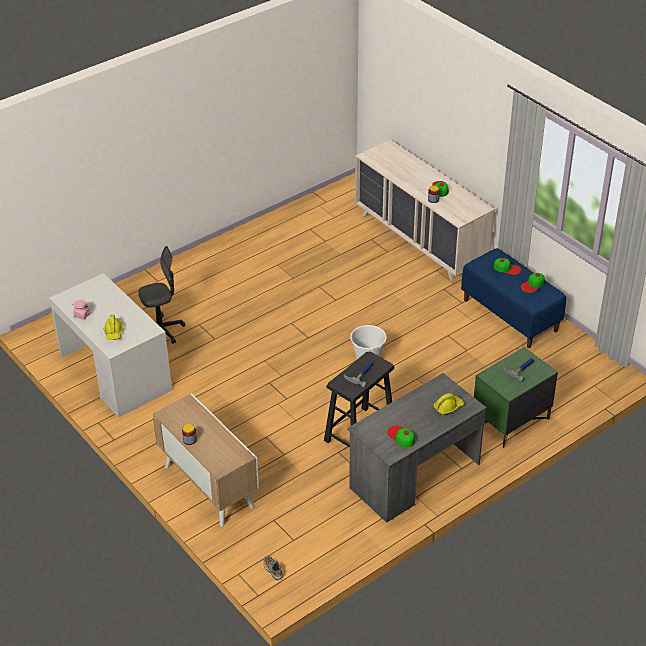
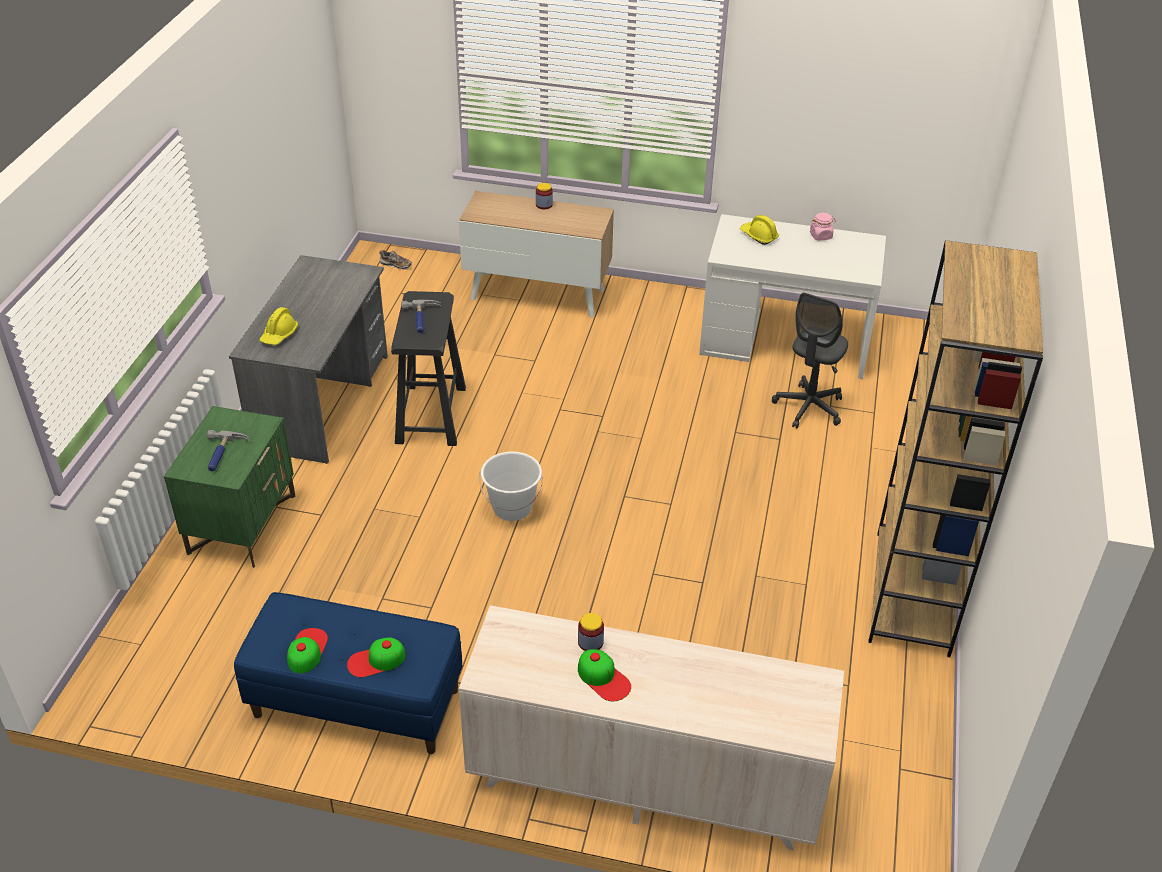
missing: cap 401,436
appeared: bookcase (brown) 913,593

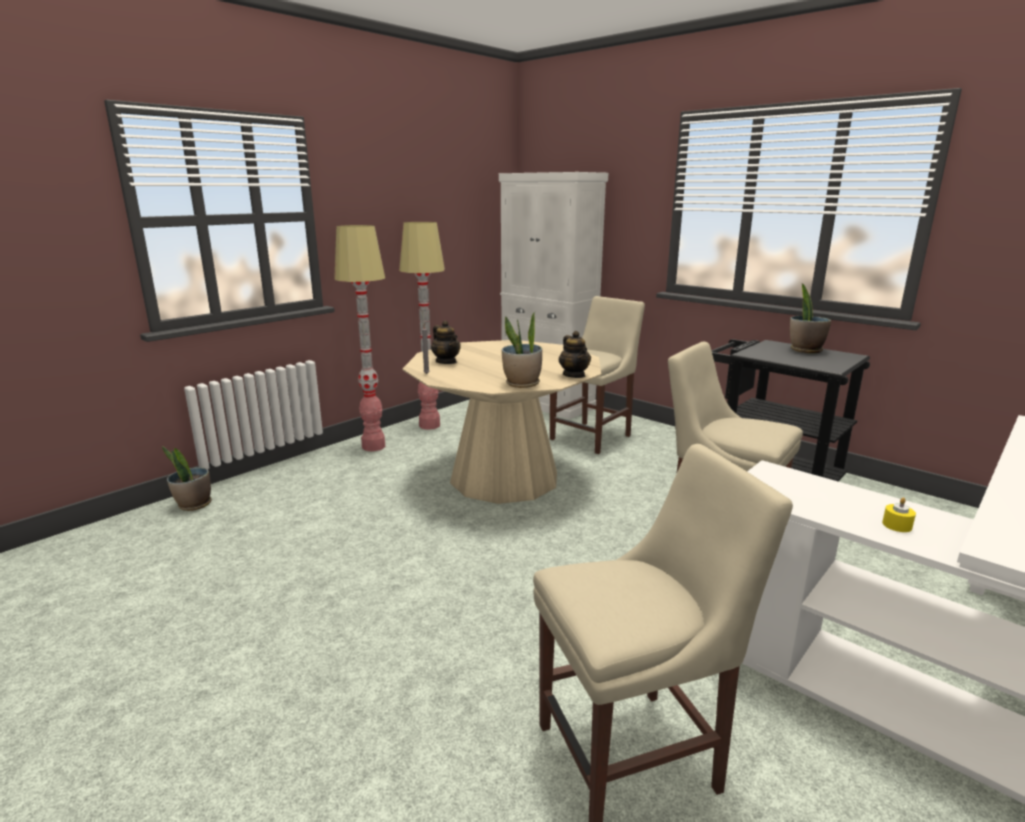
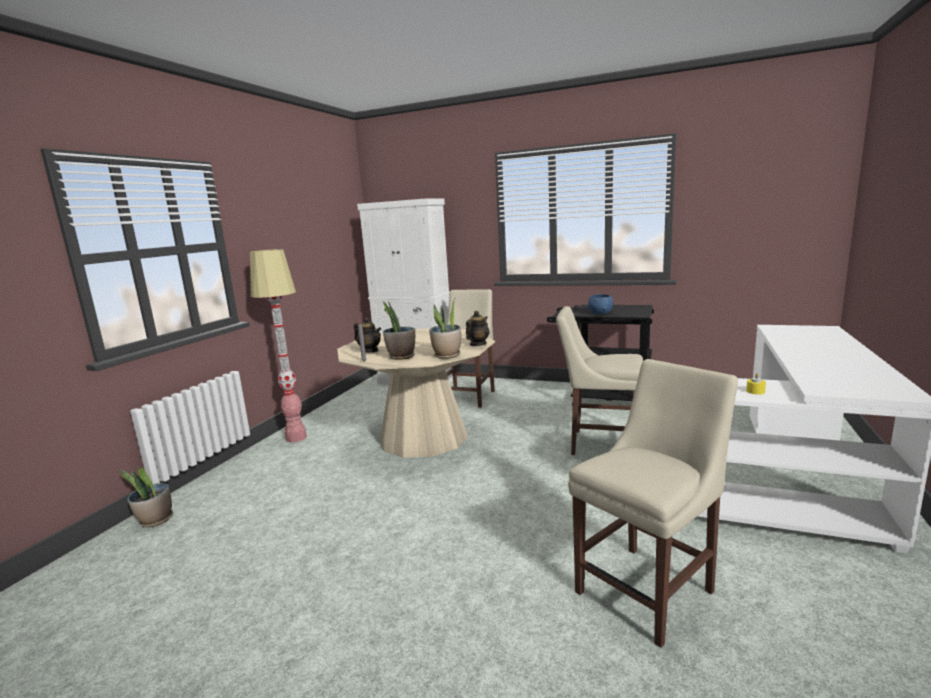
missing: floor lamp 429,425
appeared: bowl (blue) 600,313
relocated: potted plant 805,350 to 401,357
spun: teapot 574,375 = 477,344 105 degrees counterclockwise

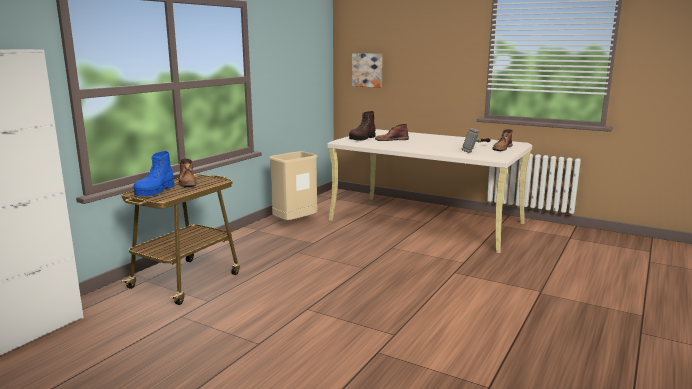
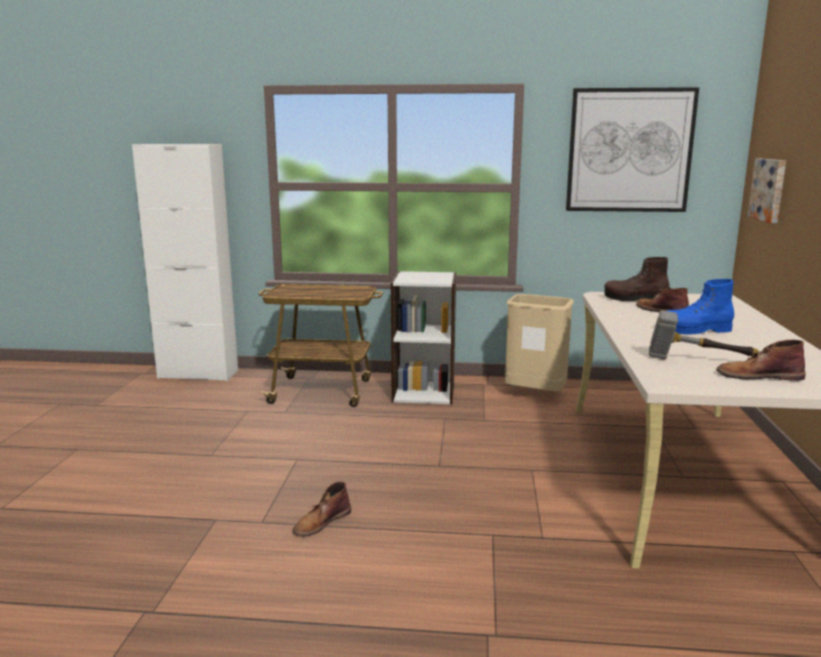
appeared: picture 629,151; bookcase (white) 424,392
relocated: boot (blue) 155,191 to 695,331; boot (brown) 187,182 to 321,522

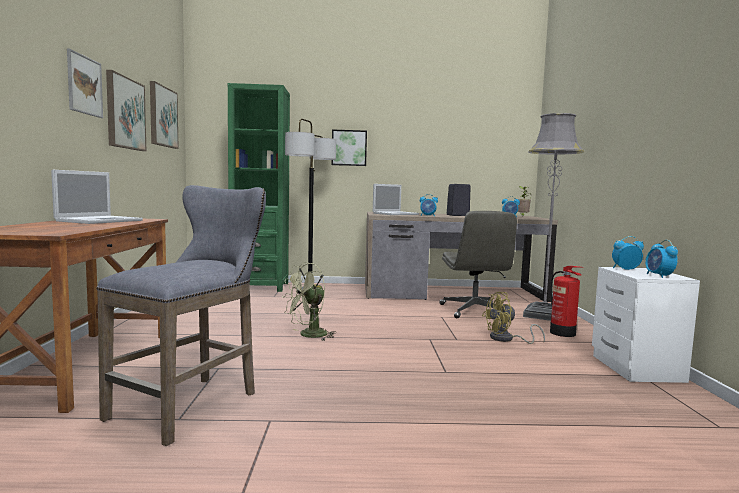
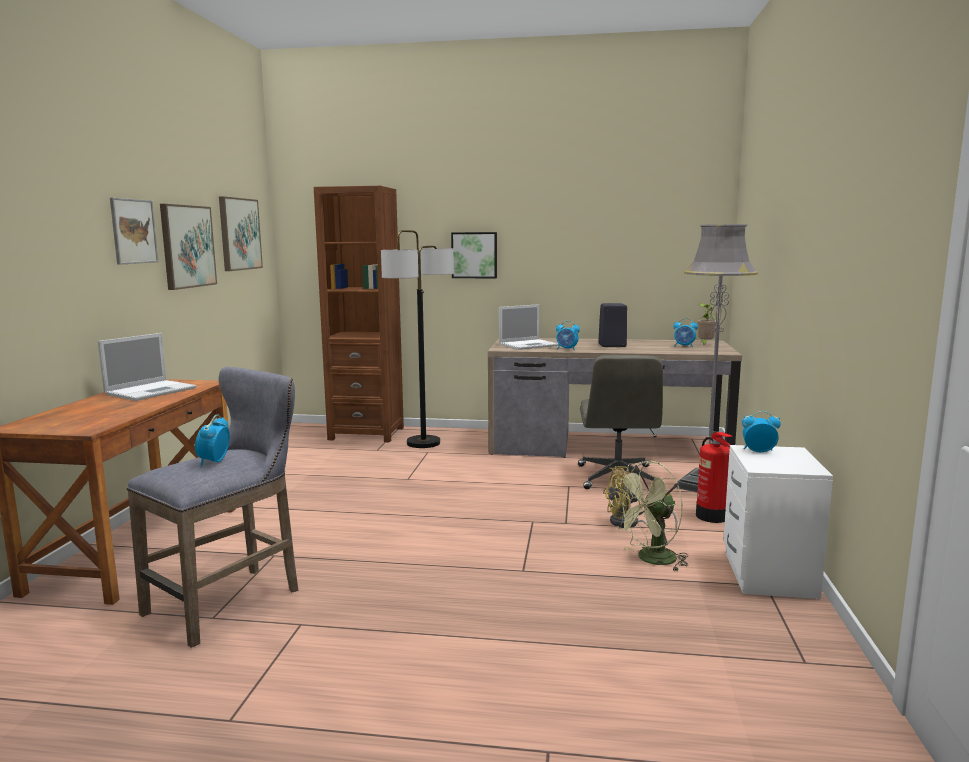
relocated: alarm clock 659,276 to 214,462; fan (green) 308,335 to 651,560
colour: bookcase (green) 260,286 to bookcase (brown) 366,433

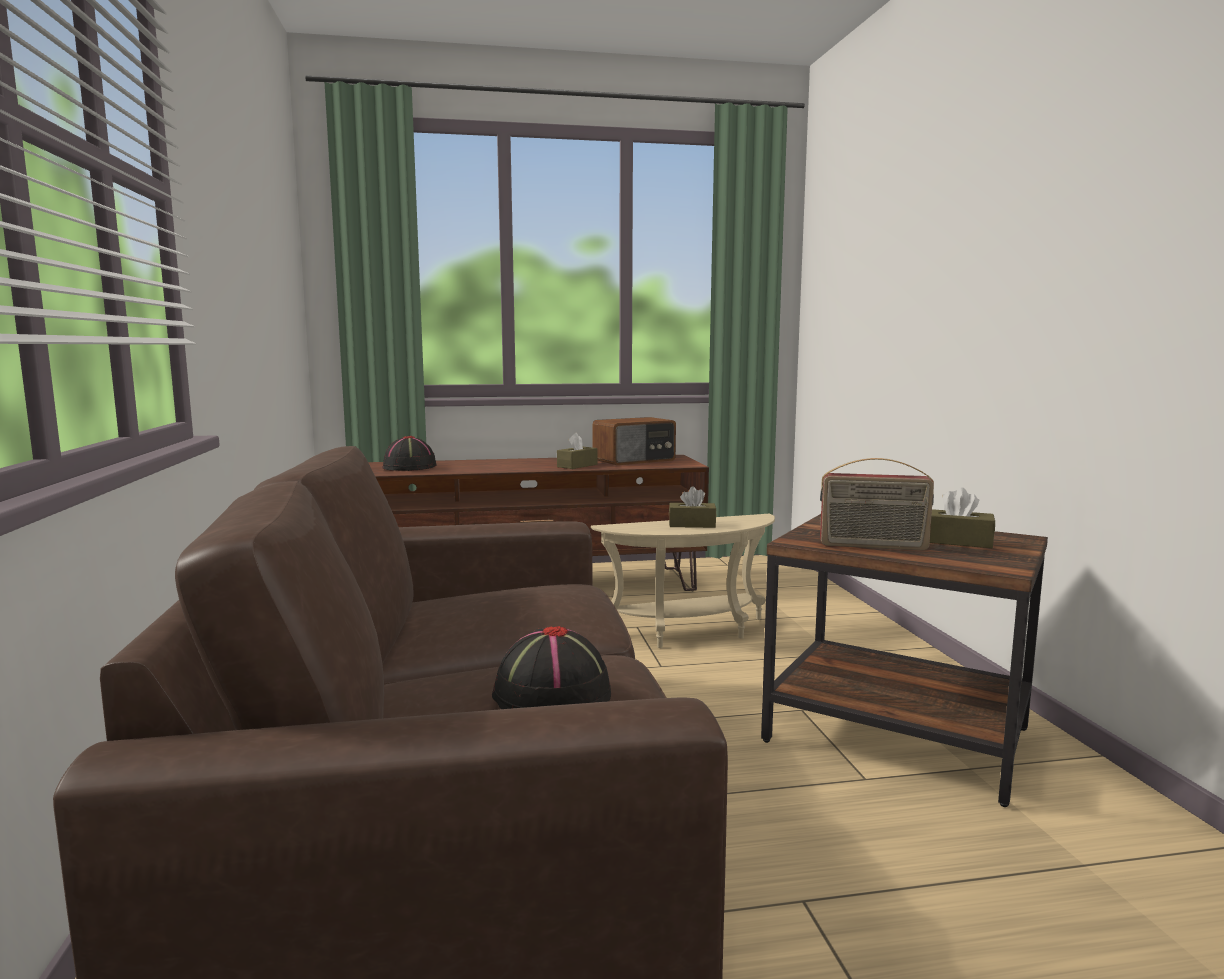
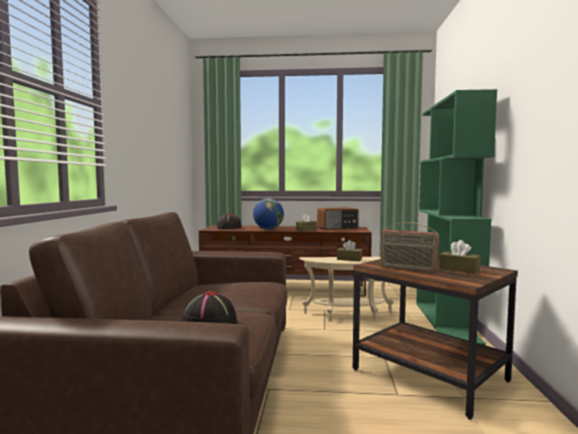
appeared: bookcase (green) 446,322; globe 268,229

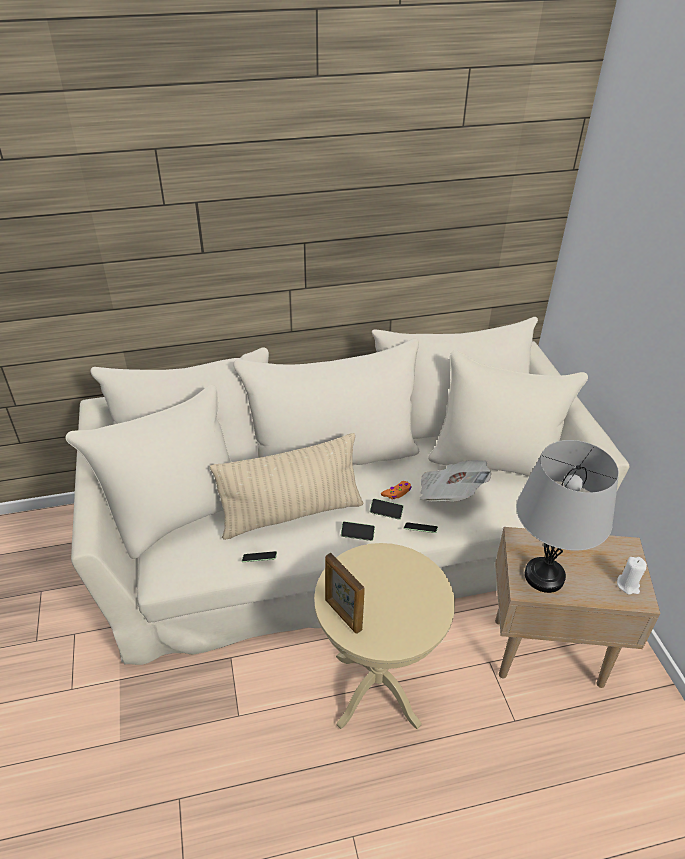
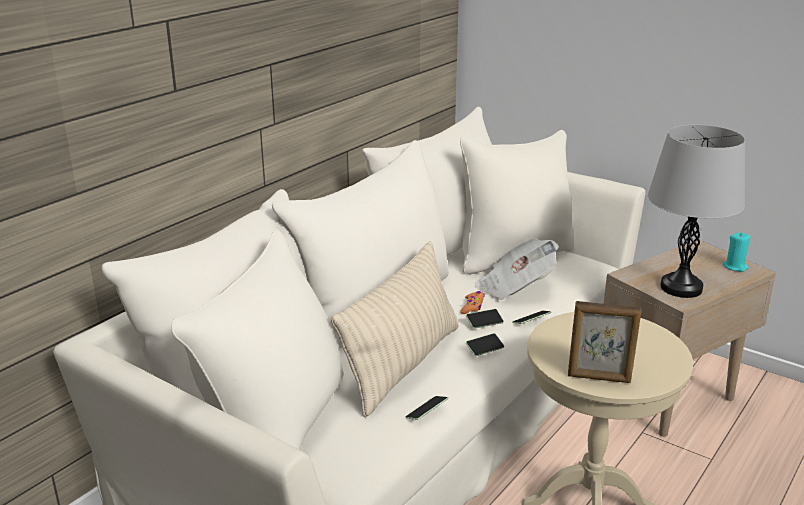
colour: candle (white) 628,585 to candle (turquoise) 735,267

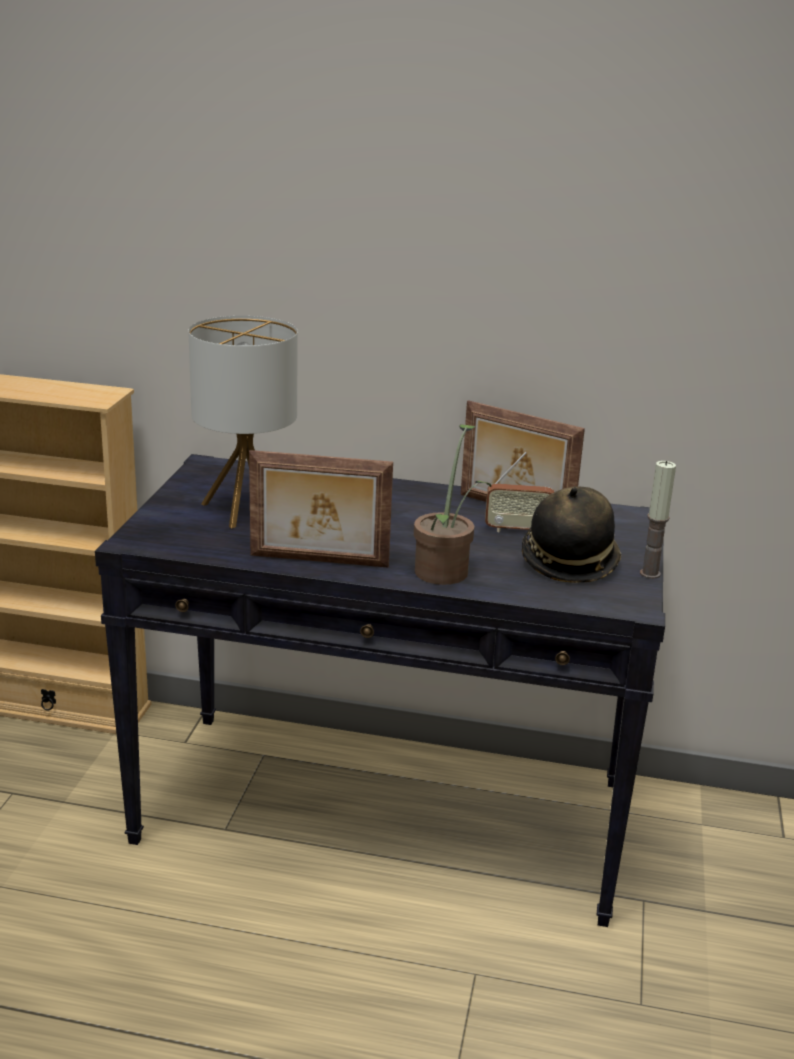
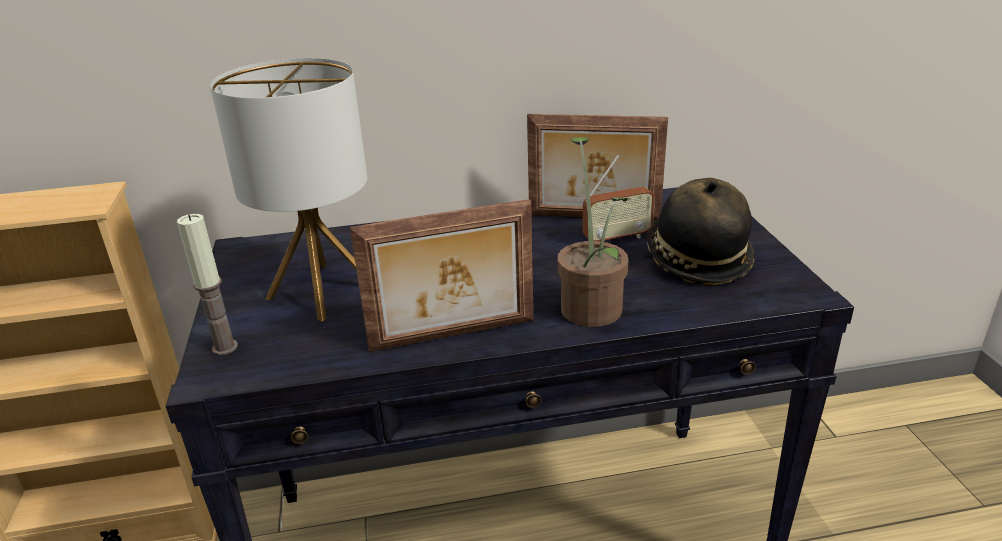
relocated: candle 650,573 to 225,347

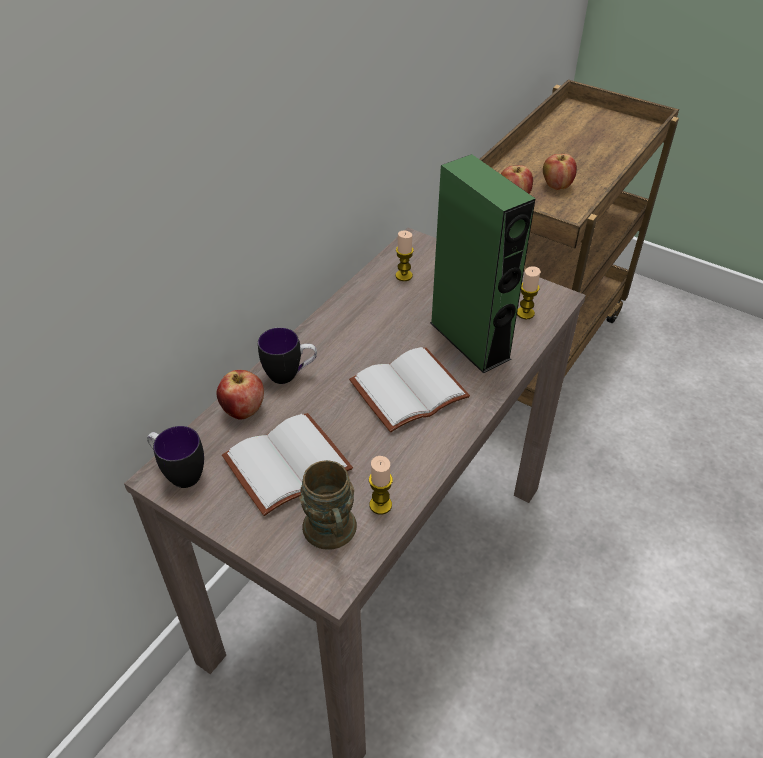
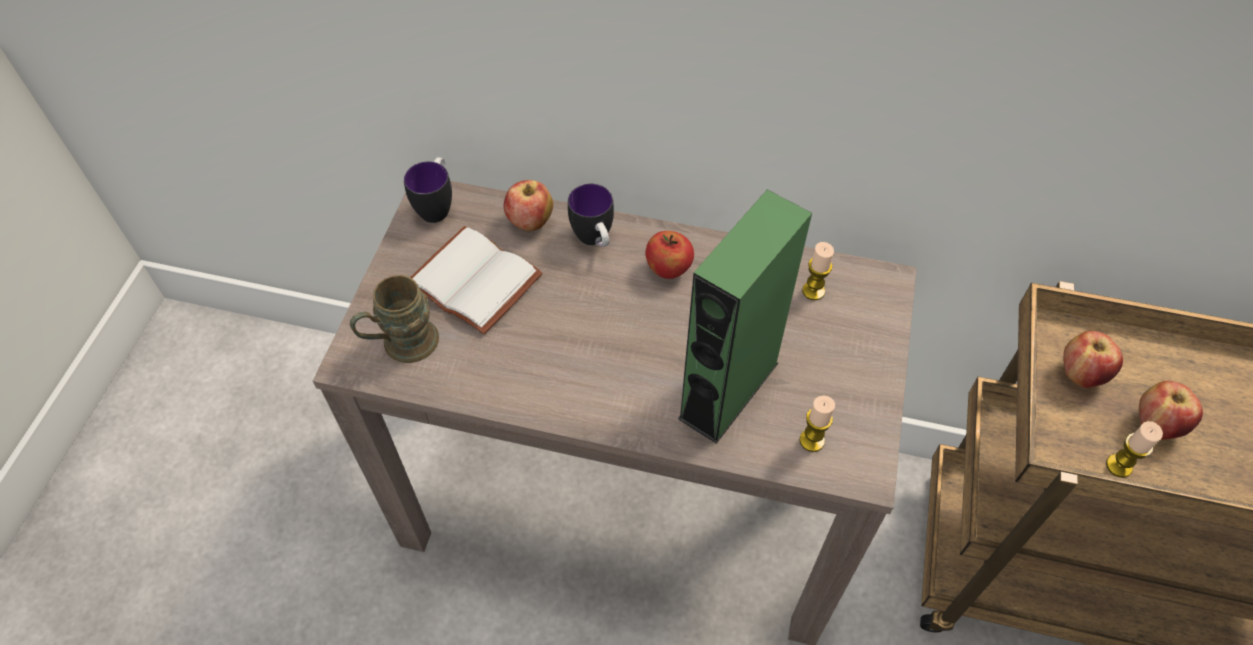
missing: book (white) 408,388
appeared: apple 668,269
relocated: candle 380,505 to 1119,466

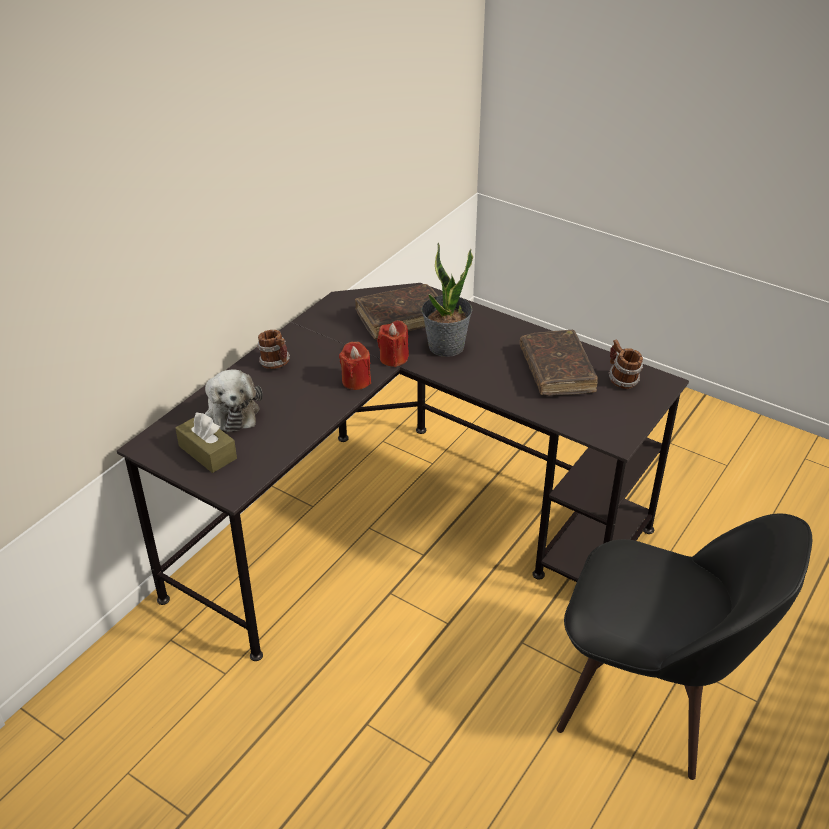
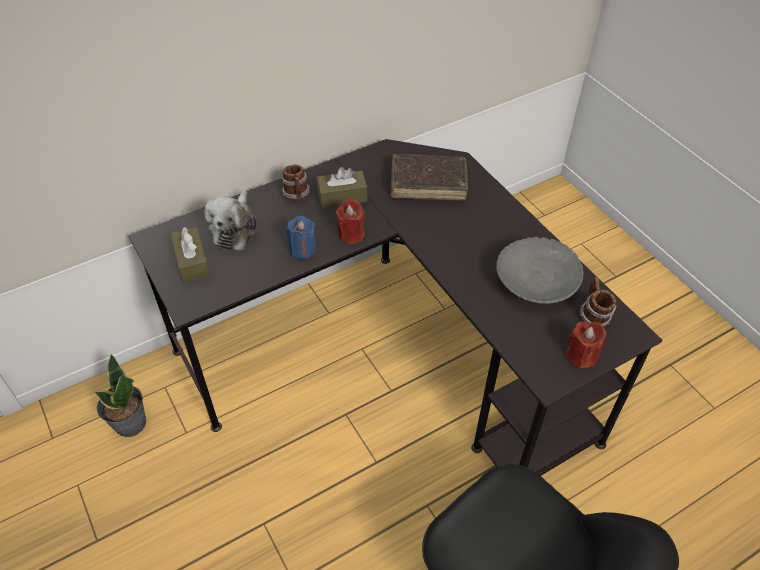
appeared: tissue box (brown) 342,196; candle (blue) 302,249
relocated: potted plant 446,346 to 130,423; candle (red) 393,358 to 581,355
exchanged: book (brown) 556,371 to bowl (grey) 535,285

